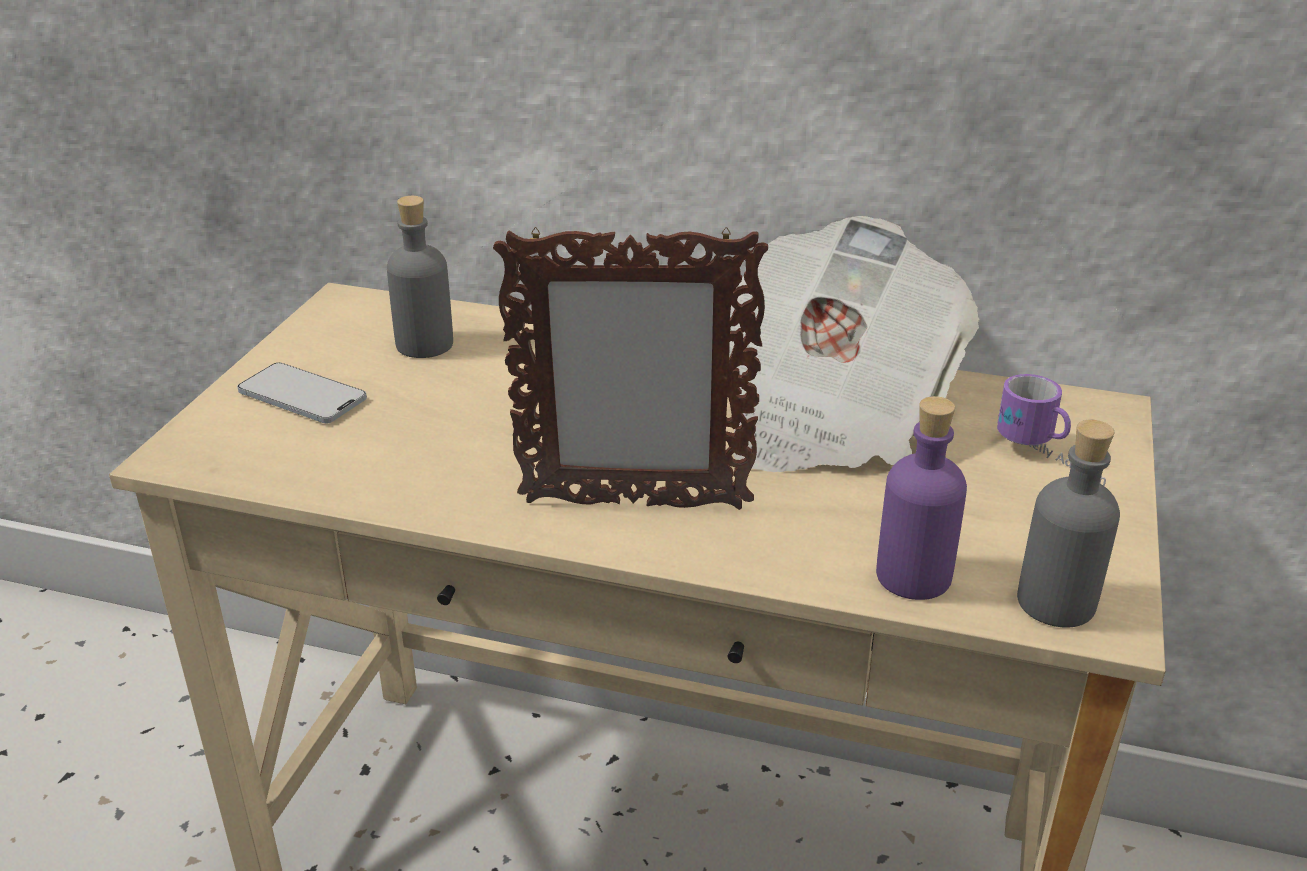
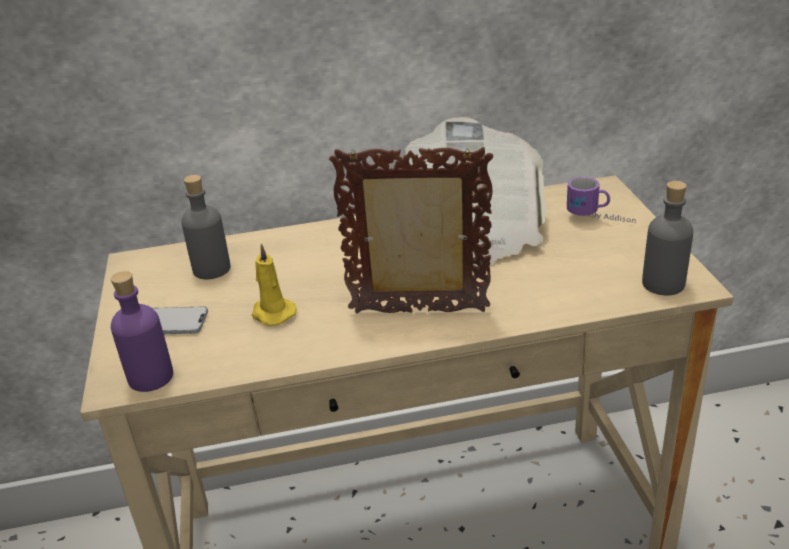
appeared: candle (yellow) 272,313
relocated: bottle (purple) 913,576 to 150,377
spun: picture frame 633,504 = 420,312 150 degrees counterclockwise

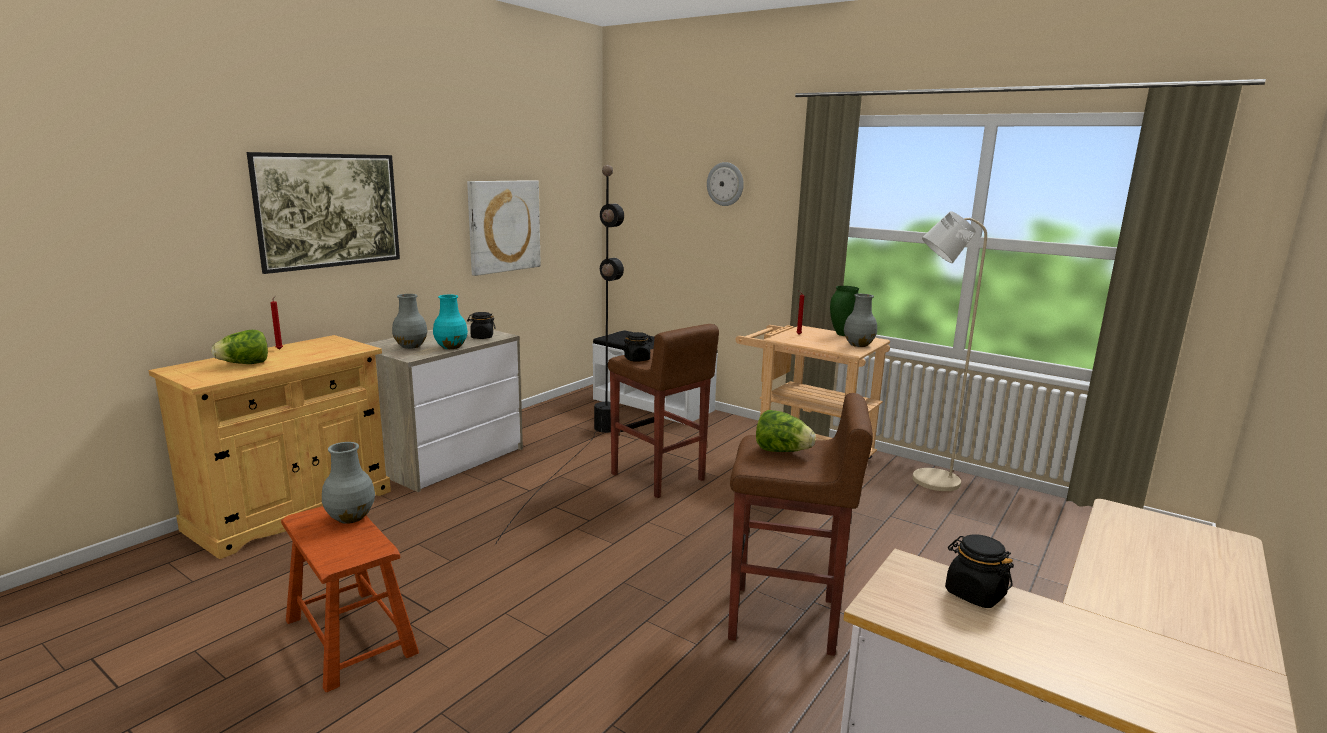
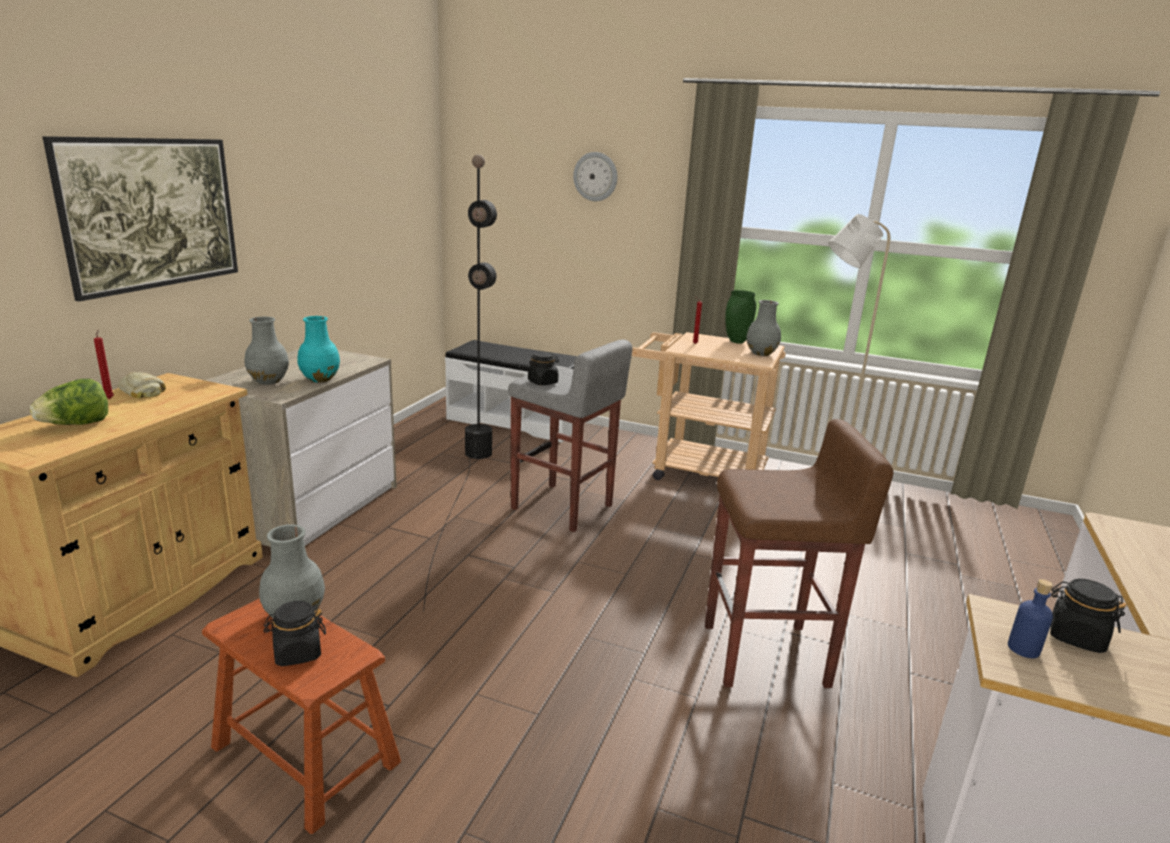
missing: picture 504,226; lettuce 782,451
appeared: bread 142,391; bottle (blue) 1023,649
relocated: jar (black) 482,337 to 297,653
colour: stool (brown) 657,477 to stool (grey) 562,508

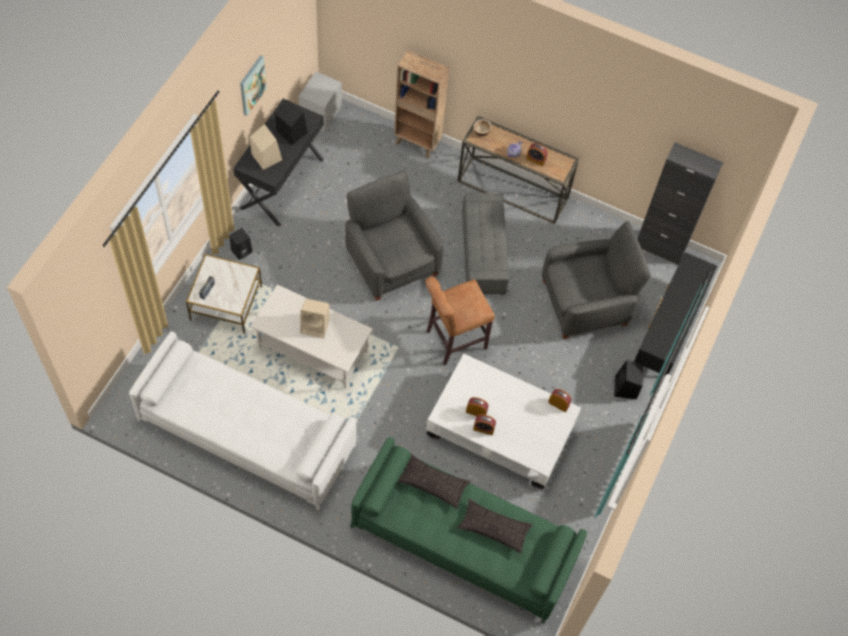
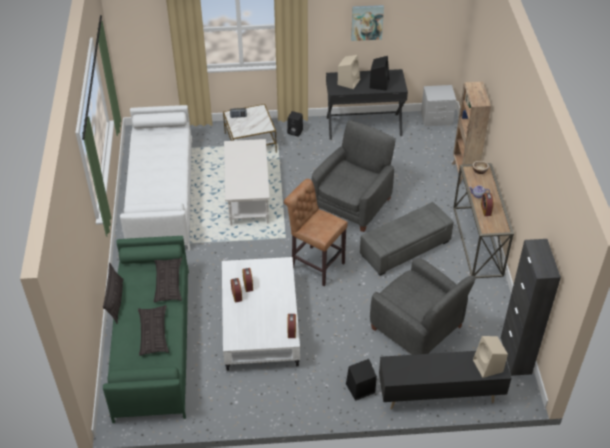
appeared: pillow 116,301
relocated: speaker (beige) 316,326 to 488,366

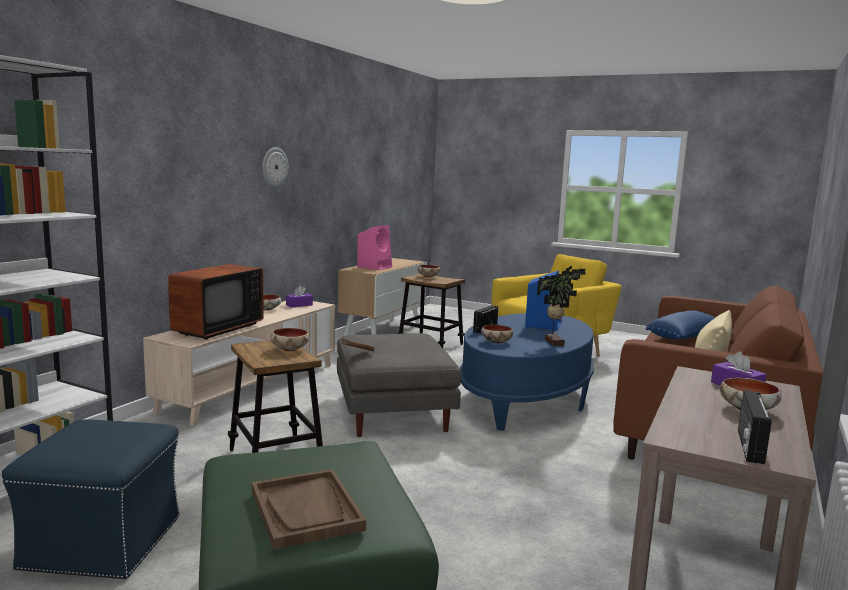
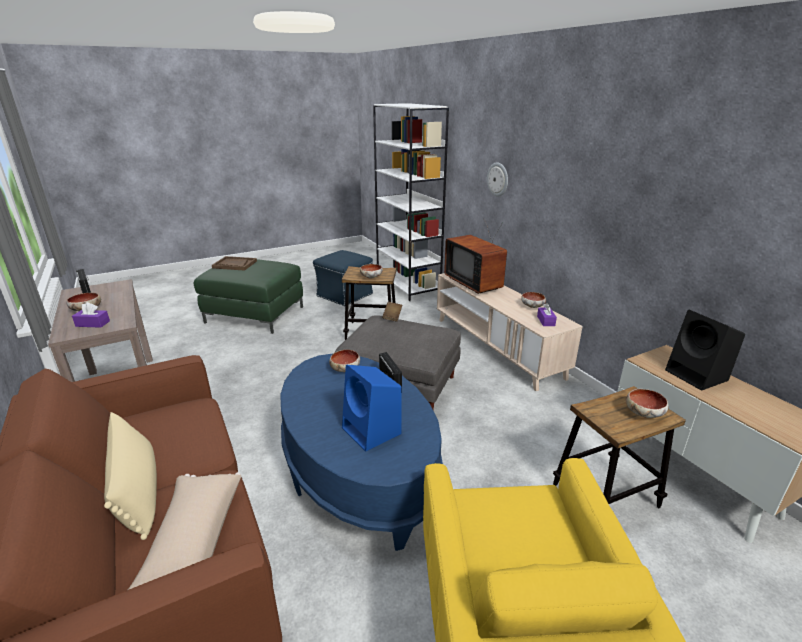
missing: potted plant 555,342
relocated: wall clock 274,167 to 498,179
colour: speaker (pink) 375,267 to speaker (black) 697,376; pillow (blue) 686,337 to pillow (beige) 192,544

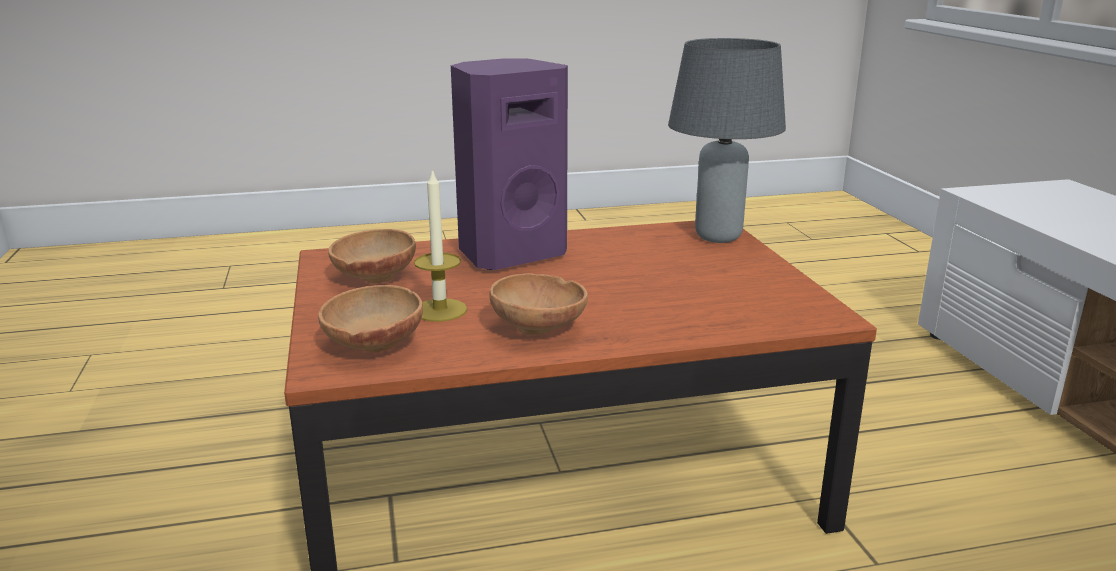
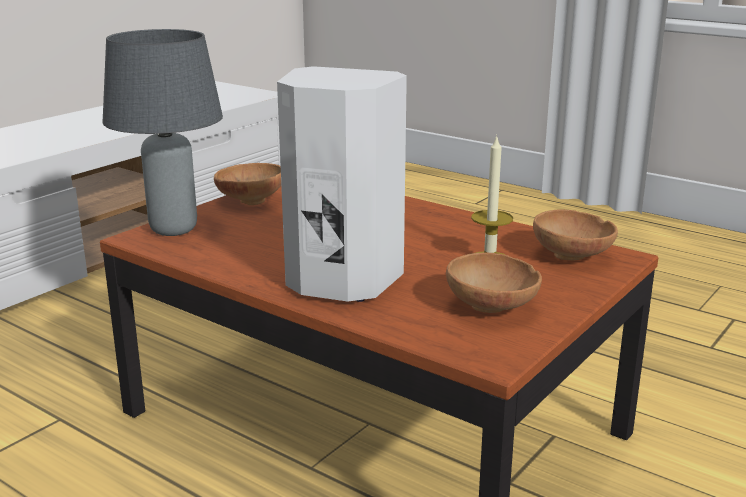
relocated: bowl (brown) 540,329 to 250,200
colour: speaker (purple) 509,254 to speaker (white) 340,283

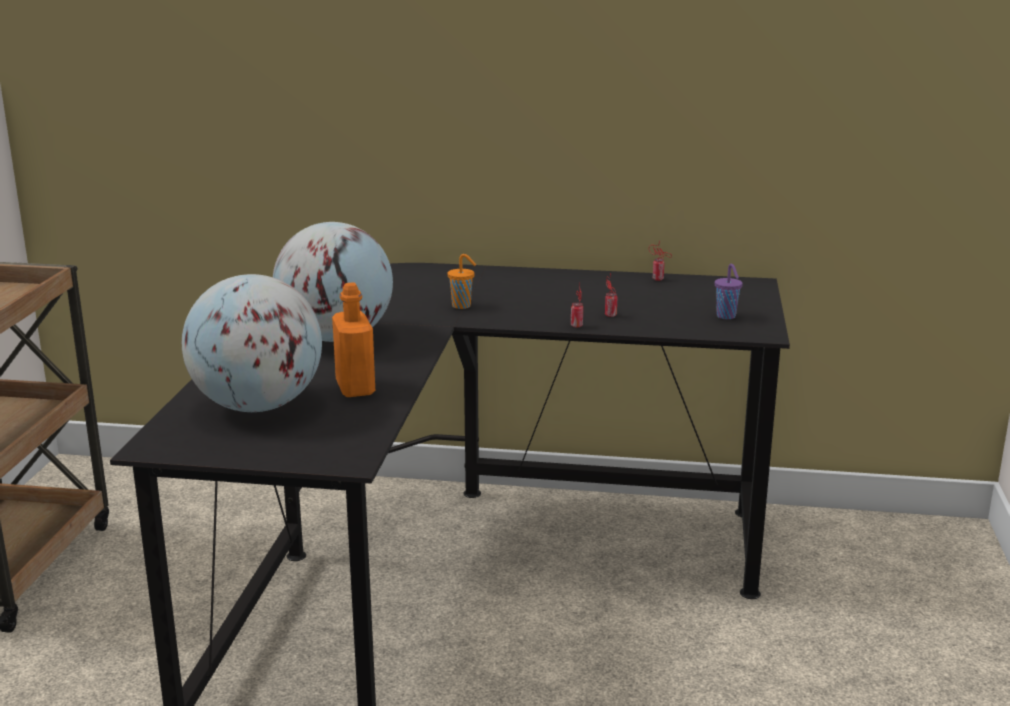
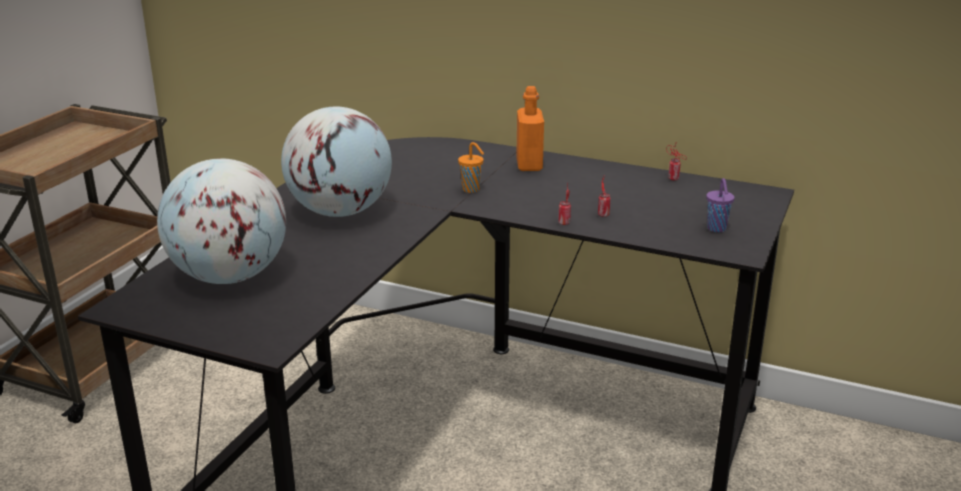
relocated: bottle (orange) 355,387 to 529,165

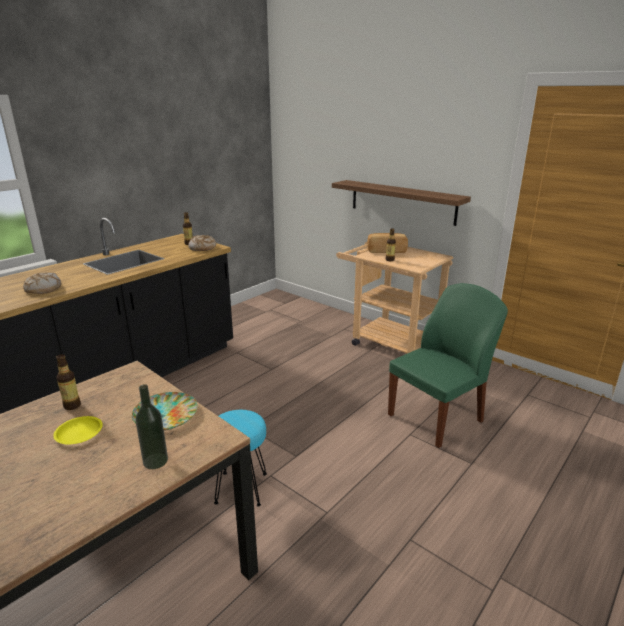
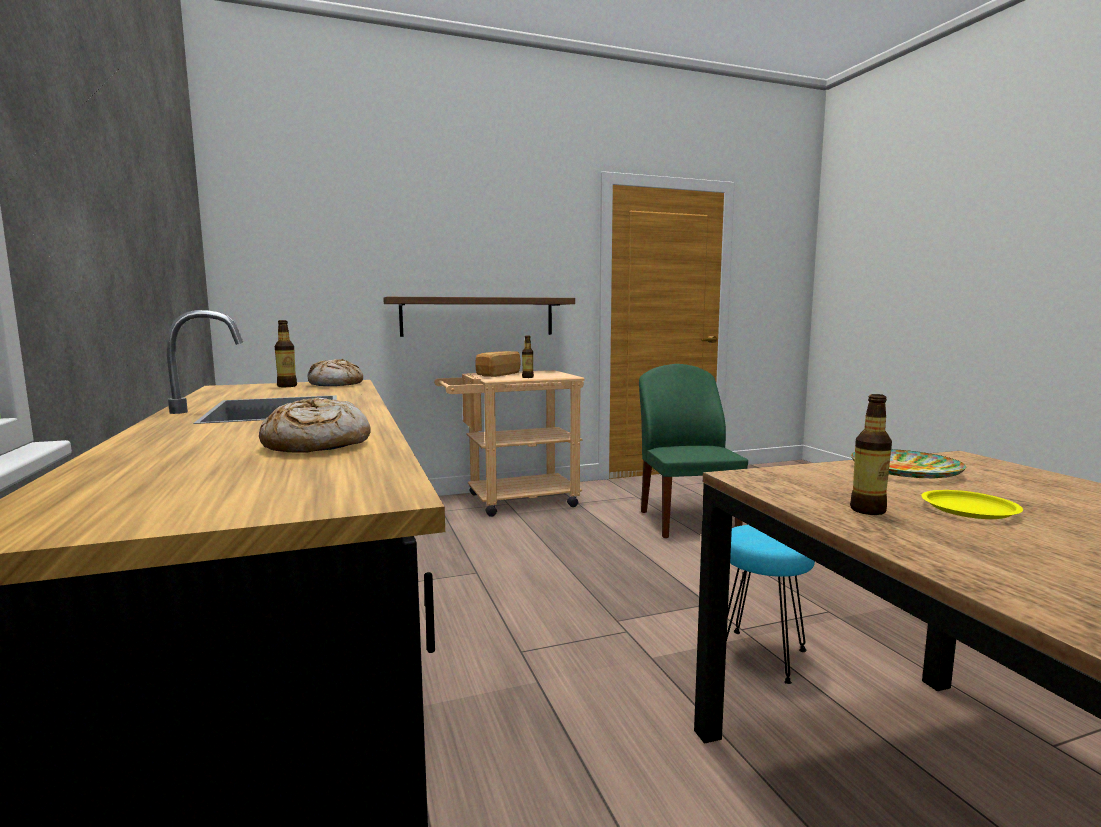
missing: bottle 155,461

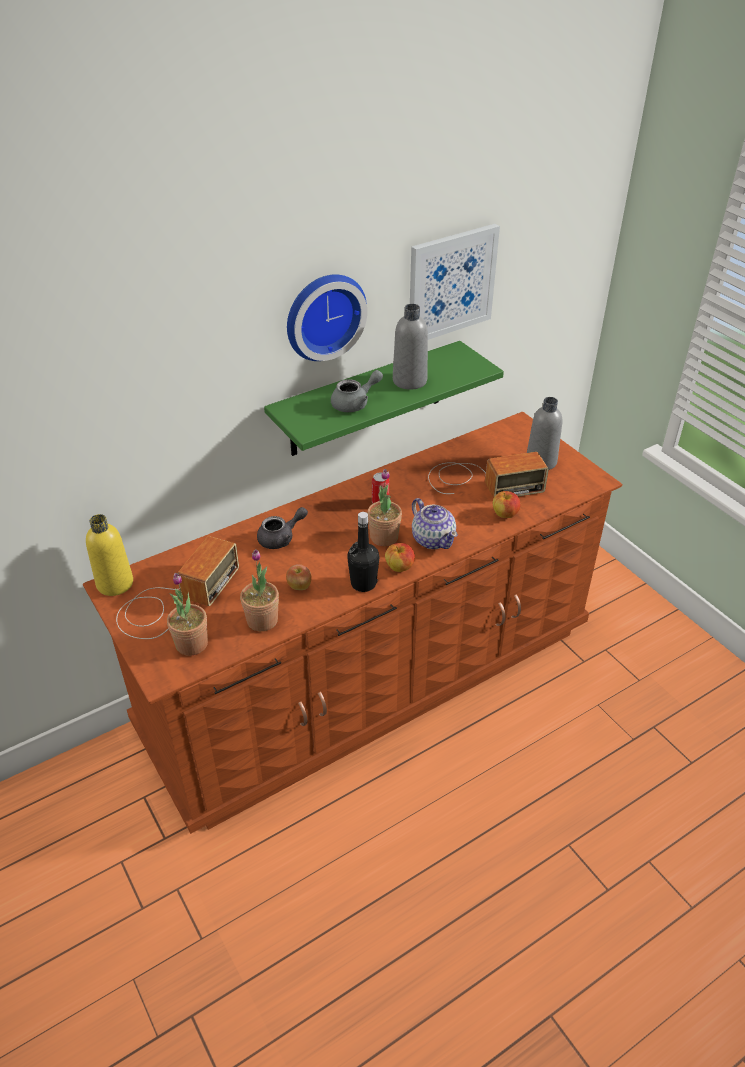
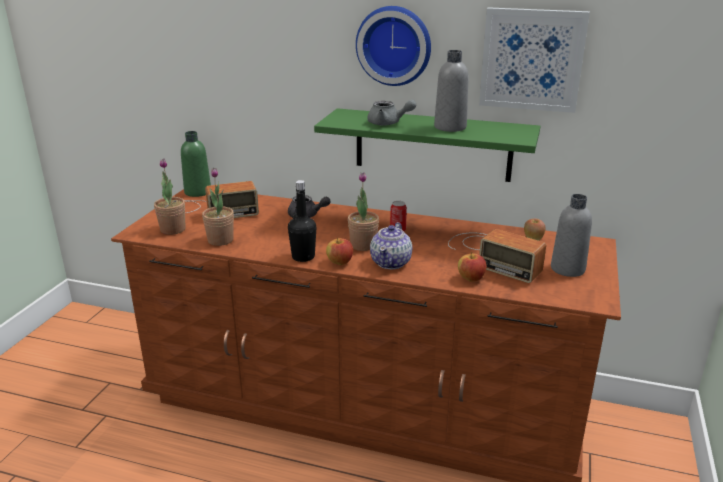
relocated: apple 299,587 to 533,239
colour: bottle (yellow) 115,583 to bottle (green) 198,192

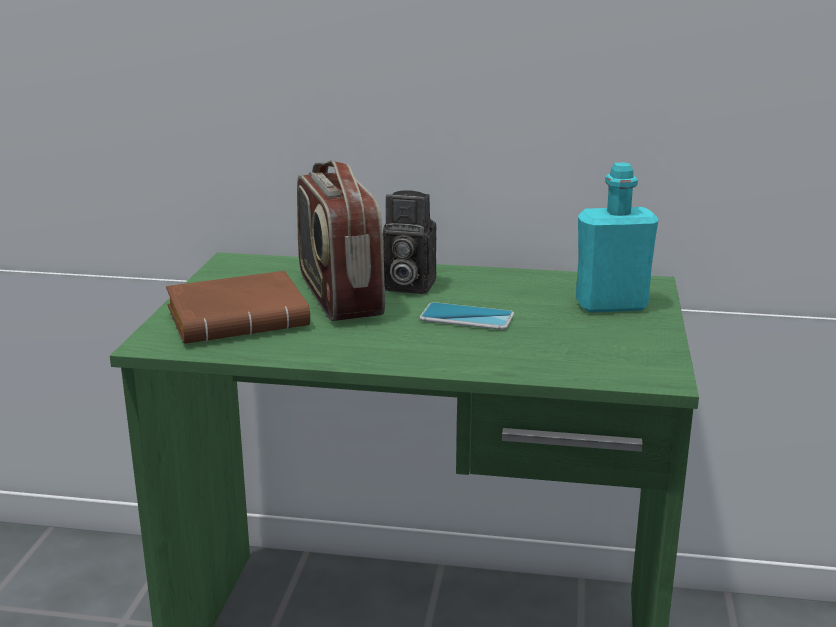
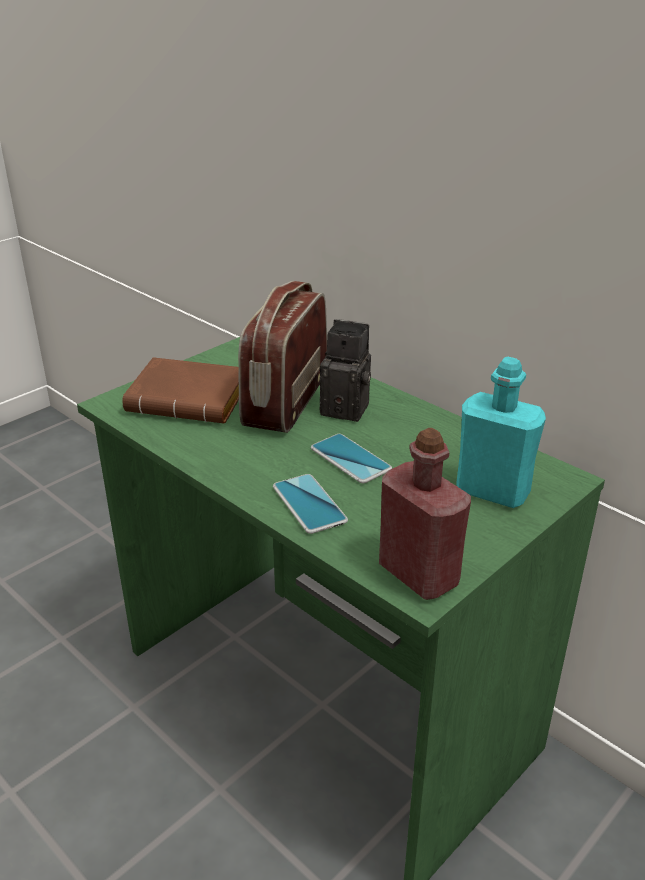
appeared: bottle (red) 418,574; phone 309,504
spun: photo camera 406,286 = 348,408 150 degrees clockwise

